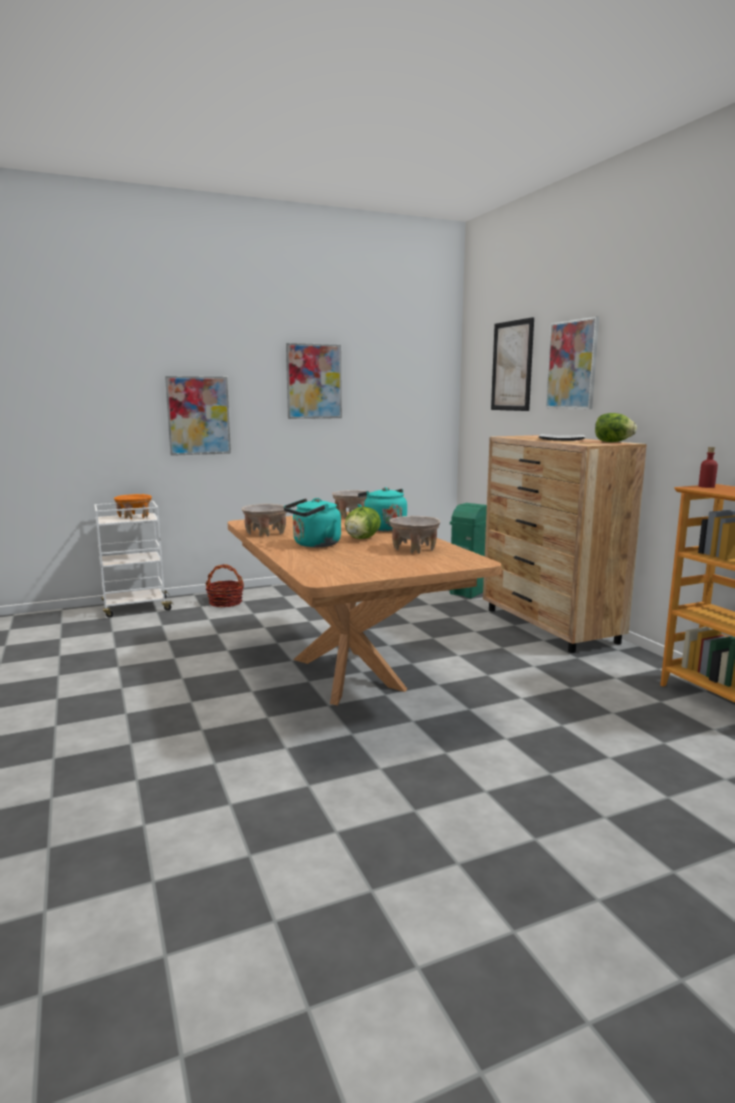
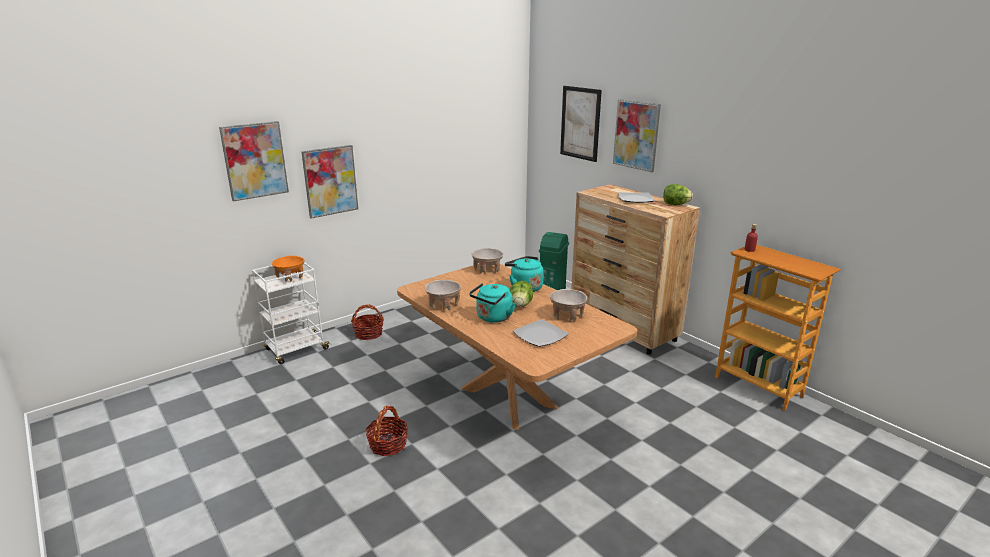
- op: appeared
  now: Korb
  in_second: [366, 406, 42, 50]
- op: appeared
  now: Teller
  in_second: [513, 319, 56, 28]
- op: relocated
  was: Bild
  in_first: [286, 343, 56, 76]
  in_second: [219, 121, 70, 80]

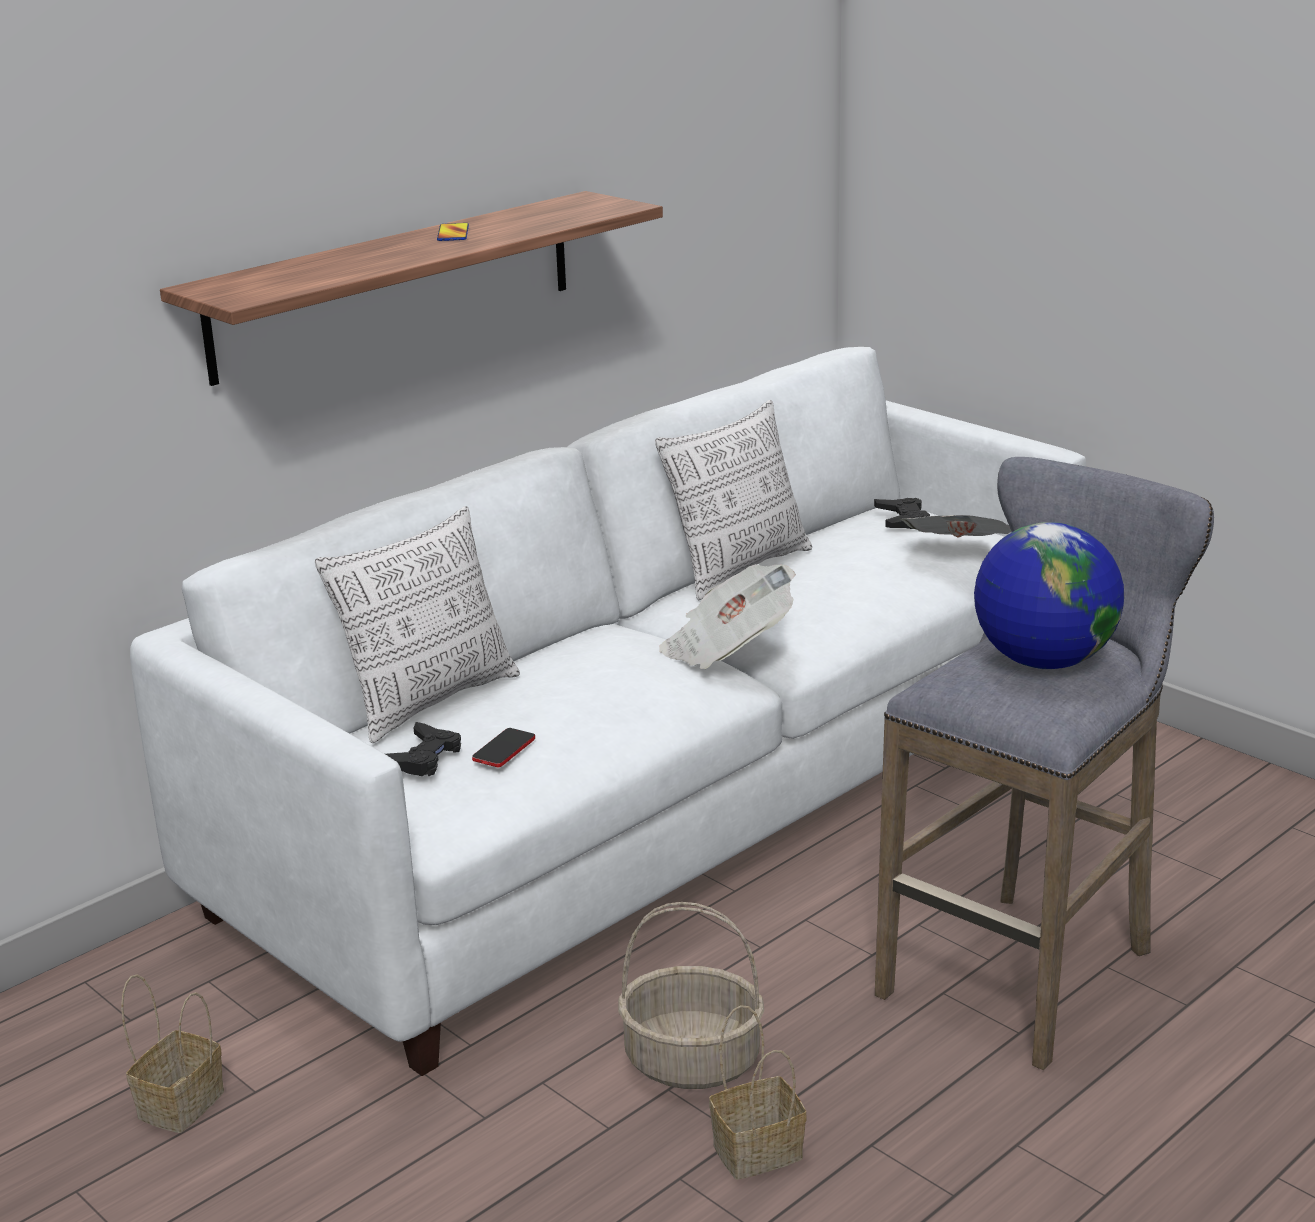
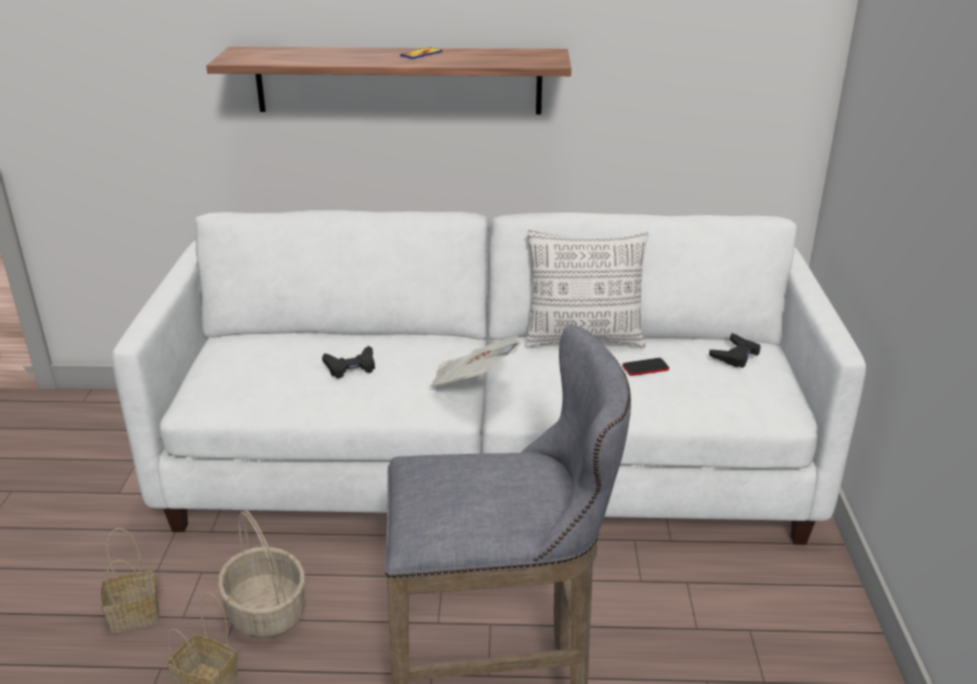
- op: missing
  was: Kissen
  in_first: [315, 506, 205, 237]
- op: missing
  was: Zeitung
  in_first: [900, 515, 112, 23]
- op: missing
  was: Globus
  in_first: [974, 522, 150, 147]
- op: relocated
  was: Korb
  in_first: [121, 974, 103, 159]
  in_second: [100, 528, 60, 105]
- op: relocated
  was: Gamepad/schwarz
  in_first: [386, 722, 75, 54]
  in_second: [322, 346, 53, 32]
- op: relocated
  was: Handy
  in_first: [472, 728, 63, 39]
  in_second: [622, 358, 47, 18]

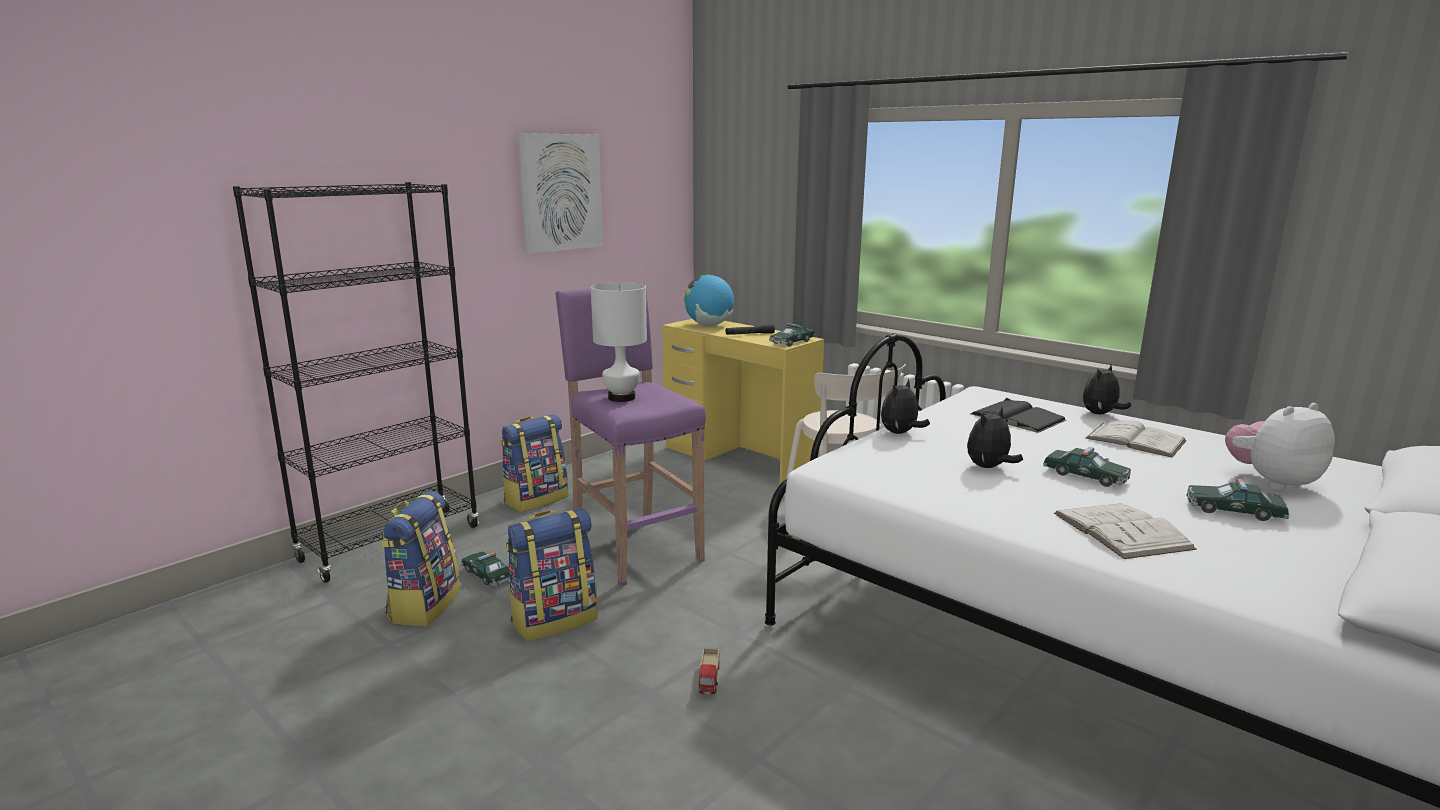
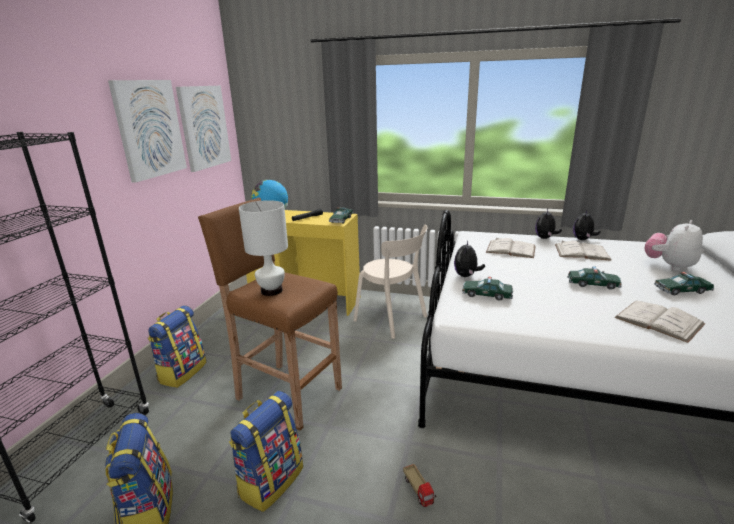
- op: appeared
  now: Bild
  in_second: [176, 86, 55, 86]
- op: relocated
  was: Spielzeugauto
  in_first: [460, 551, 49, 36]
  in_second: [462, 276, 51, 25]
- op: relocated
  was: Plüschtier
  in_first: [967, 408, 56, 60]
  in_second: [573, 210, 28, 30]
- op: colour
  was: Hocker/lila
  now: Hocker/braun
  in_first: [555, 283, 151, 304]
  in_second: [198, 198, 144, 232]
- op: colour
  was: Buch/schwarz
  now: Buch/weiß
  in_first: [970, 398, 96, 35]
  in_second: [486, 237, 50, 21]

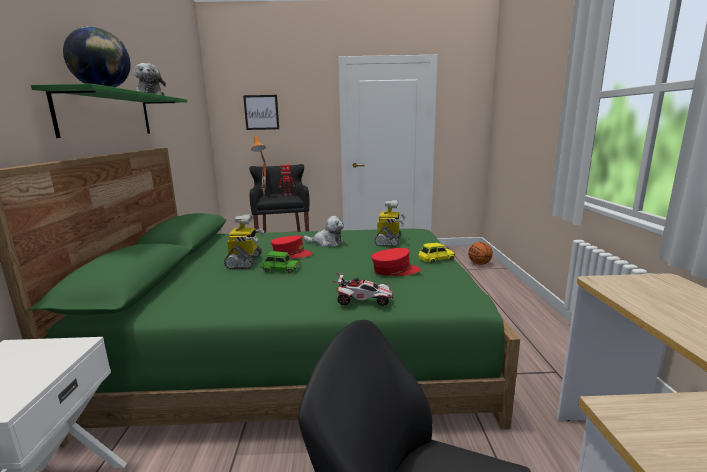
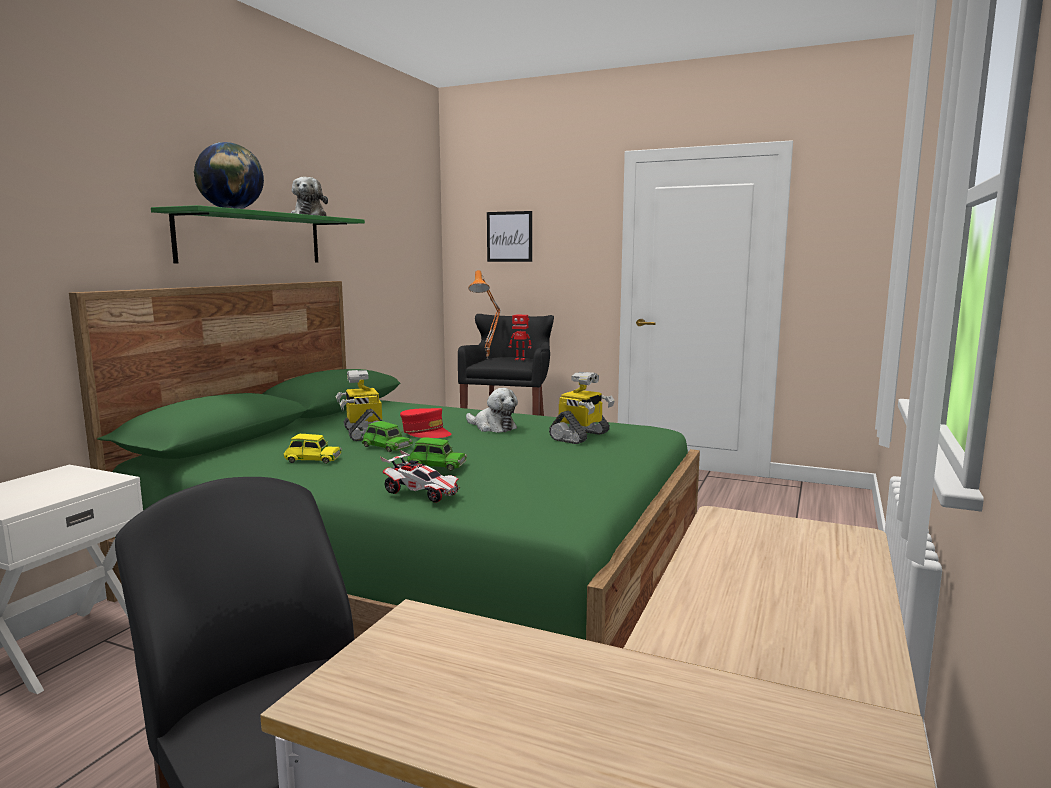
- op: missing
  was: Kappe/rot
  in_first: [371, 248, 50, 28]
- op: missing
  was: Basketball
  in_first: [468, 242, 25, 23]
- op: appeared
  now: Spielzeugauto/grün
  in_second: [407, 437, 60, 34]
- op: relocated
  was: Spielzeugauto/gelb
  in_first: [418, 243, 37, 20]
  in_second: [284, 434, 58, 30]
- op: spun
  was: Spielzeugroboter
  in_first: [224, 214, 40, 55]
  in_second: [336, 370, 46, 71]
  clockwise: 135

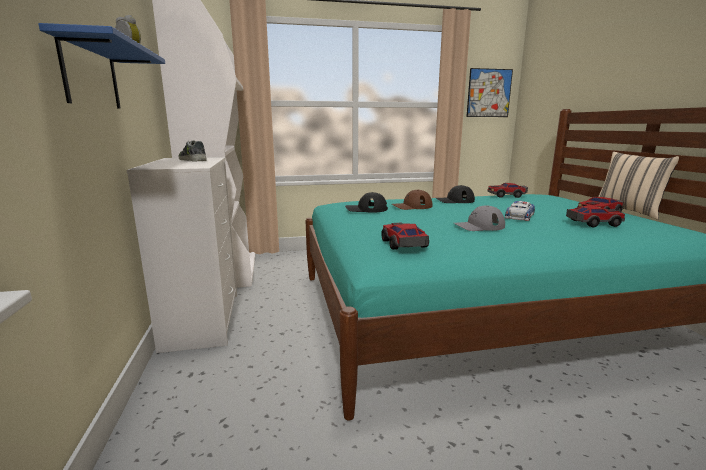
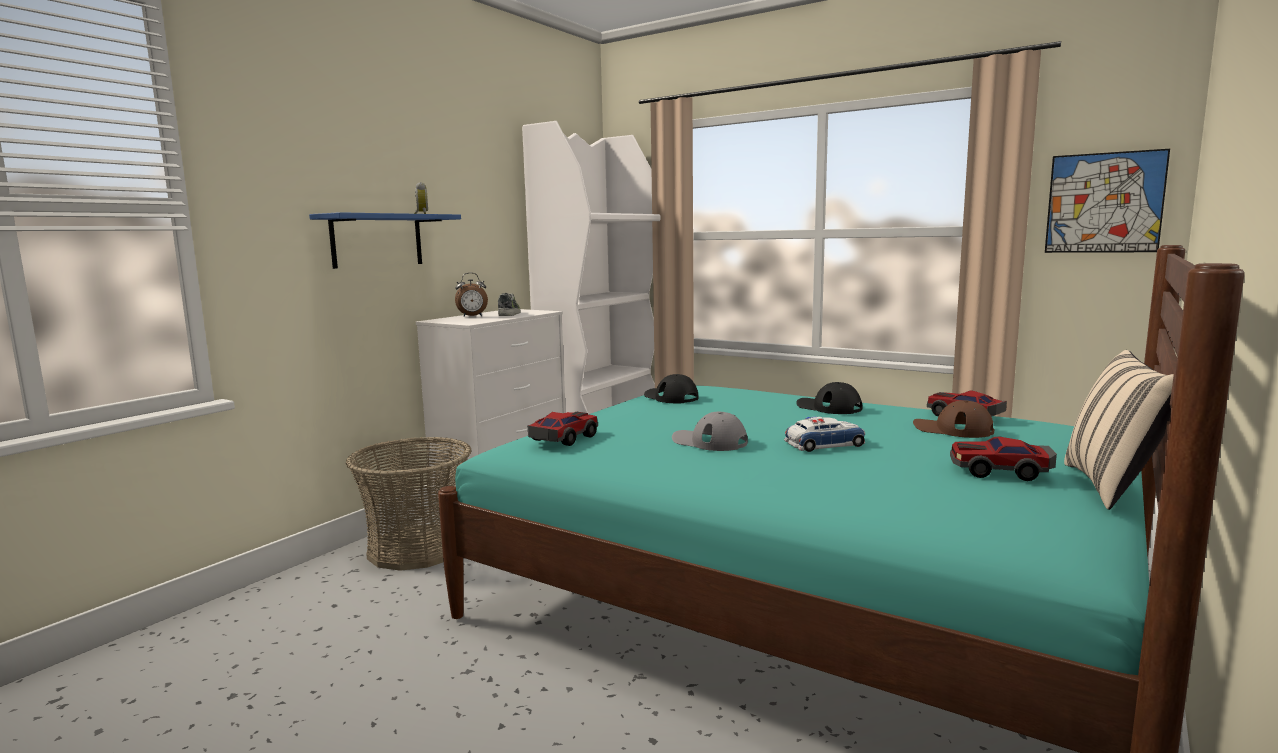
- op: missing
  was: Spielzeugauto
  in_first: [566, 205, 59, 22]
- op: appeared
  now: Korb
  in_second: [346, 437, 126, 134]
- op: appeared
  now: Wecker
  in_second: [455, 273, 33, 44]
- op: relocated
  was: Kappe/braun
  in_first: [392, 190, 41, 20]
  in_second: [913, 400, 81, 38]

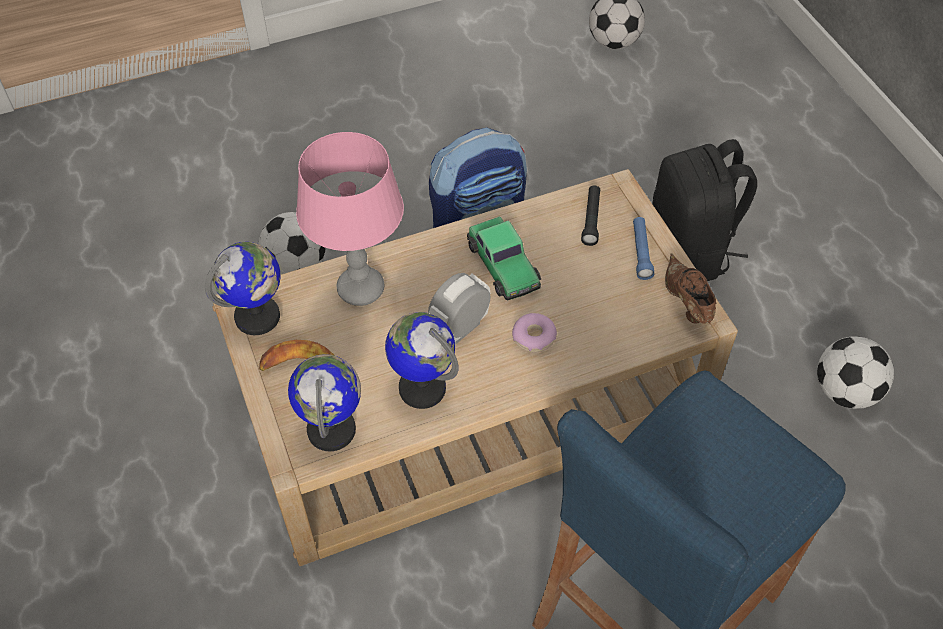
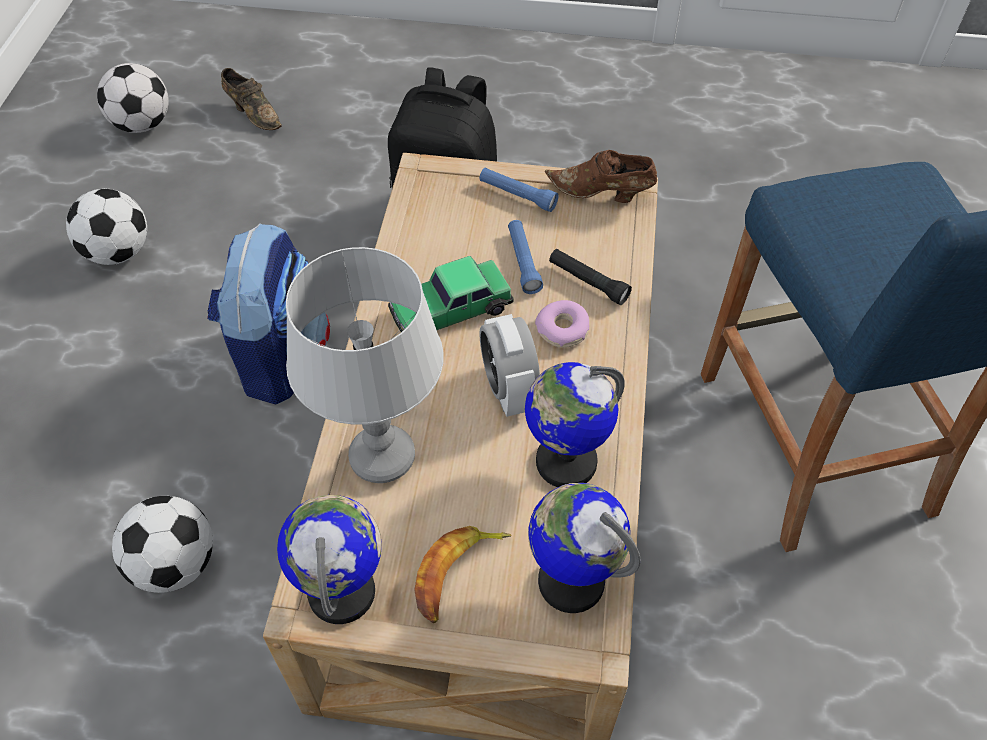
- op: appeared
  now: Schuh/braun
  in_second: [221, 68, 61, 62]
- op: appeared
  now: Taschenlampe/blau
  in_second: [508, 220, 35, 74]
- op: relocated
  was: Taschenlampe/schwarz
  in_first: [581, 186, 19, 60]
  in_second: [549, 249, 83, 56]
- op: relocated
  was: Fußball
  in_first: [817, 336, 77, 73]
  in_second: [66, 189, 81, 76]
- op: colour
  was: Tischlampe/rosa
  now: Tischlampe/grau
  in_first: [296, 132, 108, 174]
  in_second: [286, 247, 158, 236]
- op: spun
  was: Spielzeugauto
  in_first: [467, 217, 74, 83]
  in_second: [388, 256, 125, 76]
  clockwise: 150

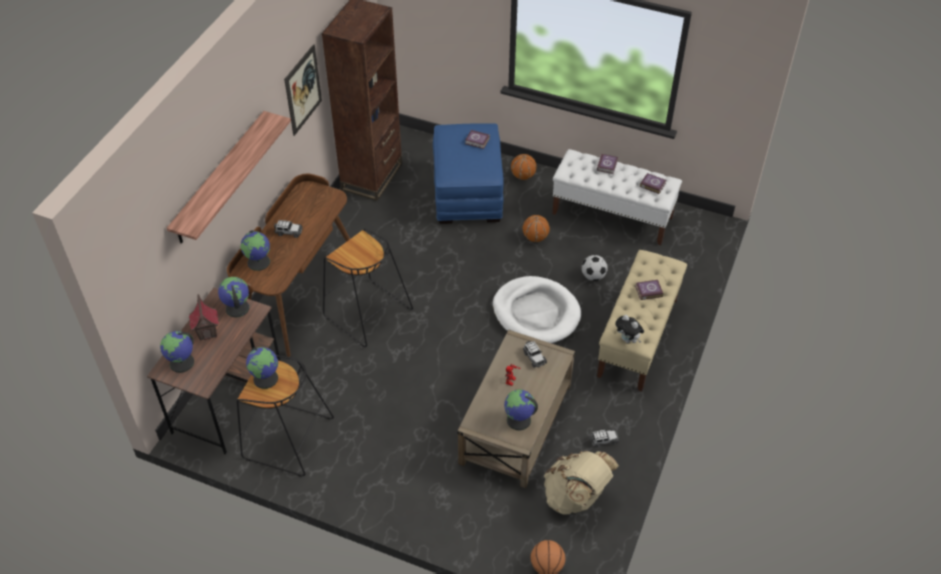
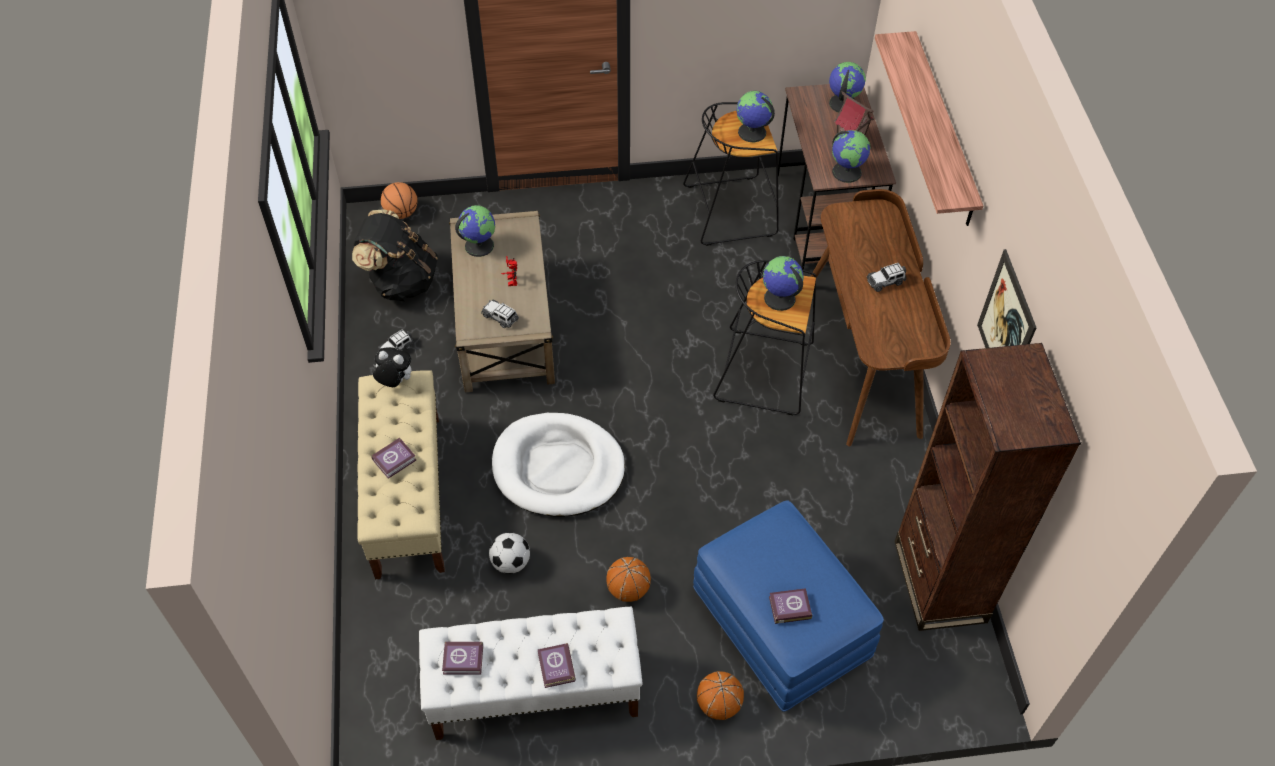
- op: relocated
  was: Globus
  in_first: [240, 230, 30, 41]
  in_second: [763, 256, 41, 55]
- op: colour
  was: Rucksack/beige
  now: Rucksack/schwarz
  in_first: [544, 451, 75, 64]
  in_second: [352, 210, 86, 91]

